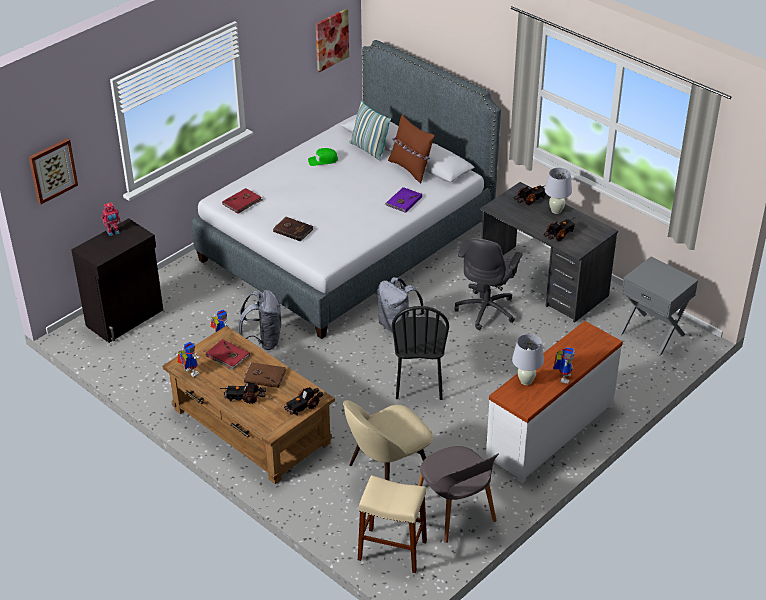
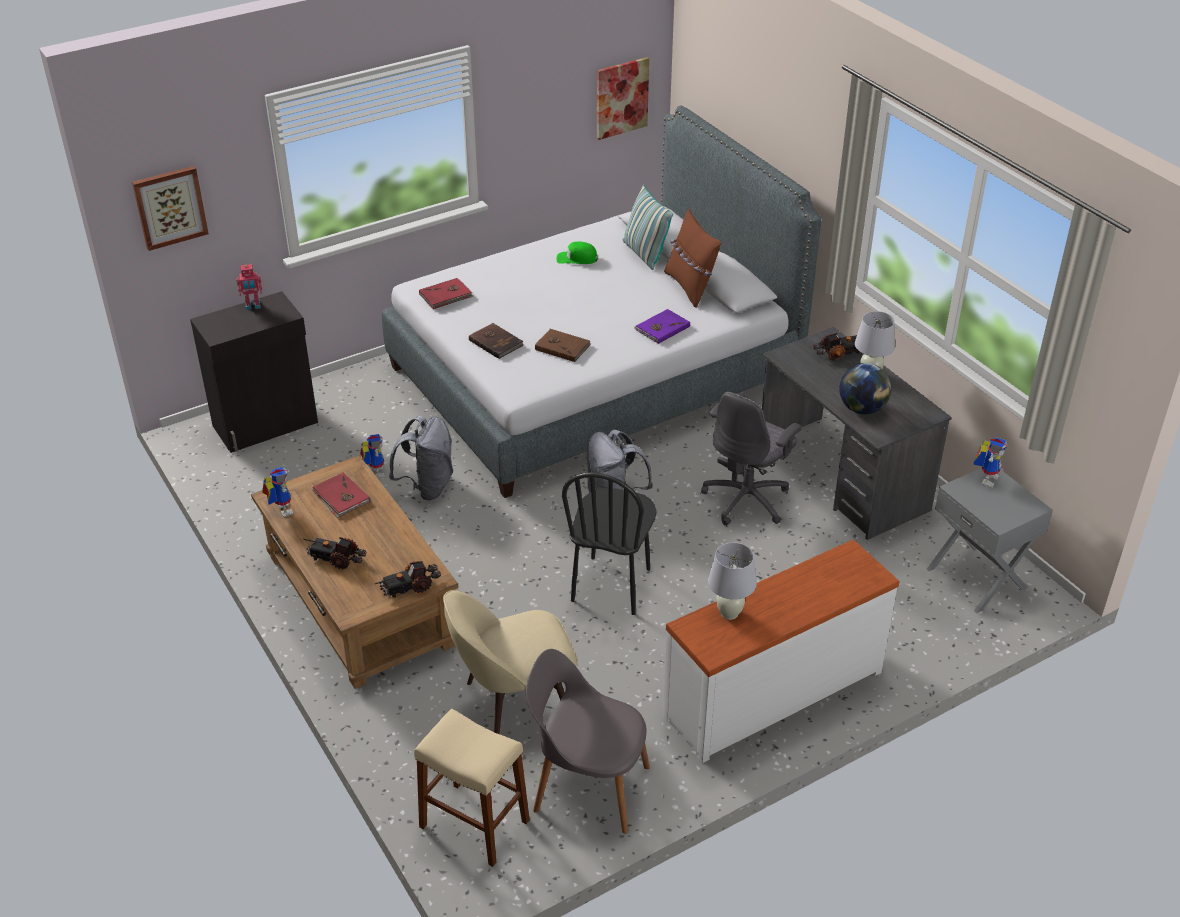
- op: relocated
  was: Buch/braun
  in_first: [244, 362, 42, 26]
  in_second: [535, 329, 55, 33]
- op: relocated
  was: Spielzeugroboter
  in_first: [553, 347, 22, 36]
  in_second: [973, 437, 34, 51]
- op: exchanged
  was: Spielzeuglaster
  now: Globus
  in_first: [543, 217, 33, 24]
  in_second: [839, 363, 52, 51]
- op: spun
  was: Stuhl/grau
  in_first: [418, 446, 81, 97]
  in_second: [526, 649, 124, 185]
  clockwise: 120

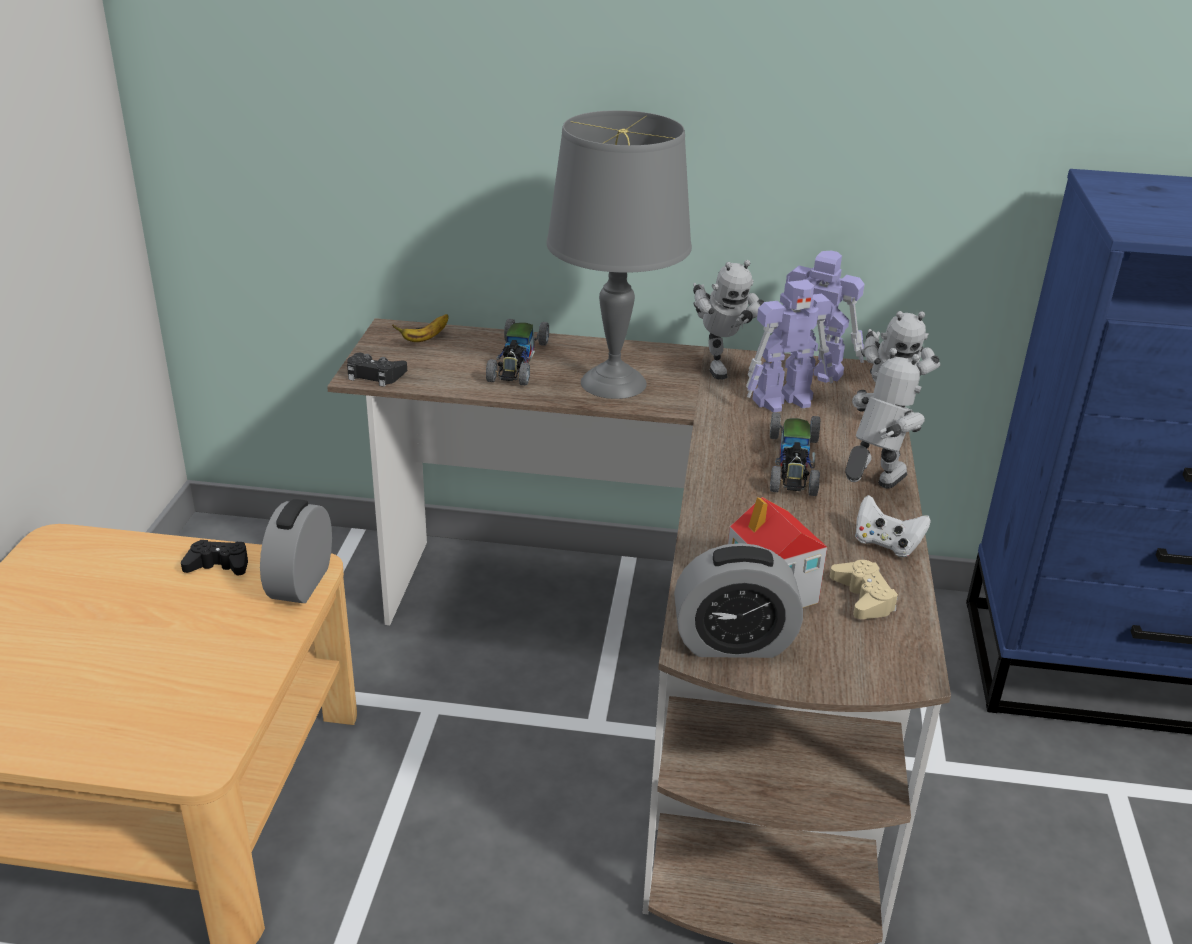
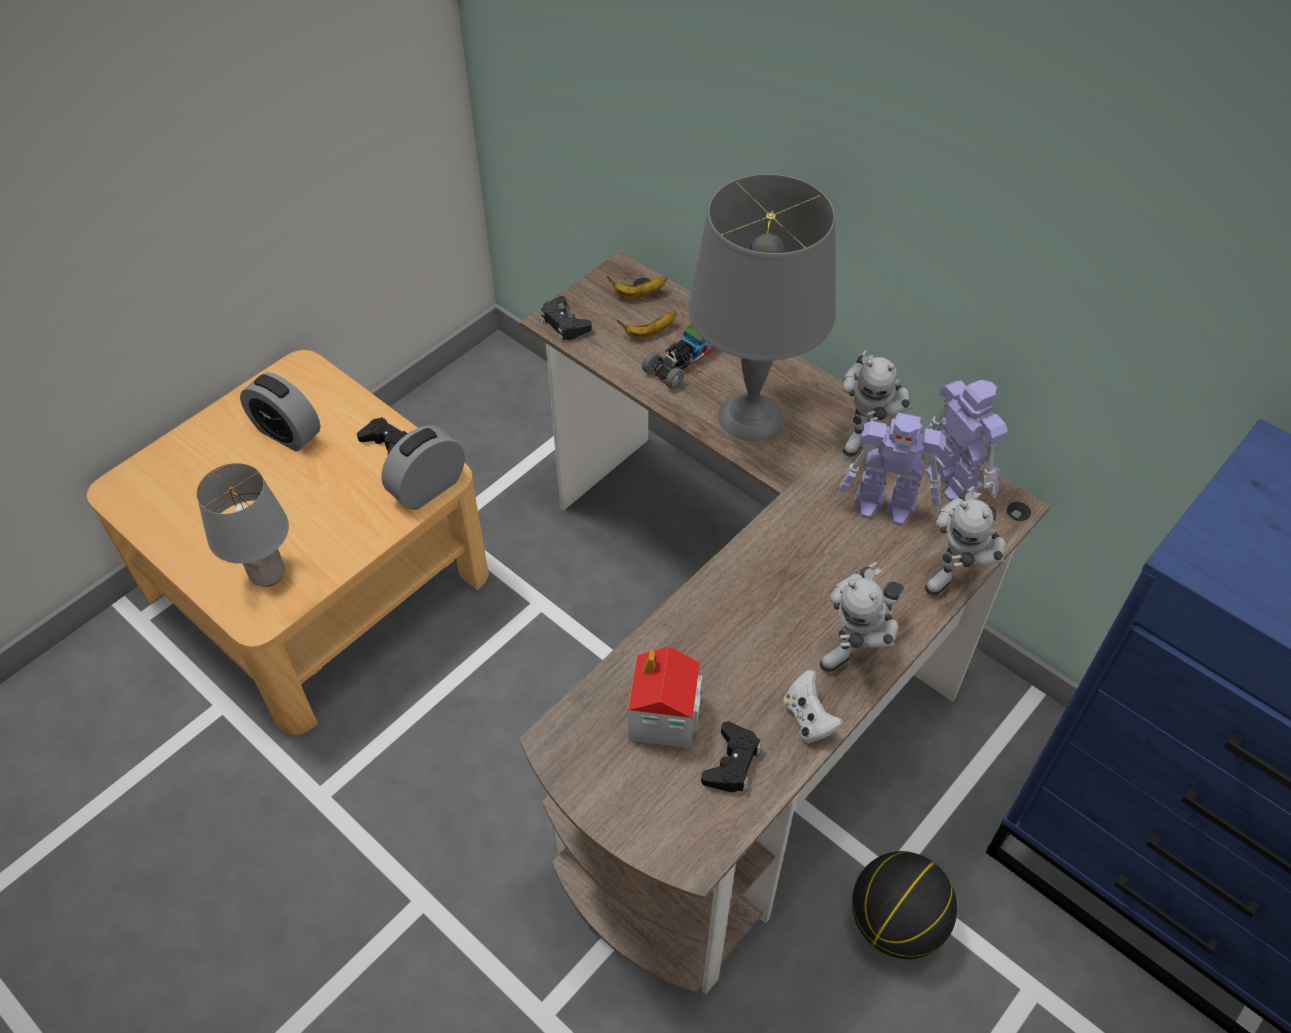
- op: missing
  was: Spielzeugauto
  in_first: [770, 412, 50, 84]
- op: appeared
  now: Tischlampe/grau
  in_second: [197, 463, 92, 124]
- op: appeared
  now: Banane
  in_second: [617, 311, 60, 28]
- op: appeared
  now: Basketball
  in_second: [852, 851, 105, 108]
- op: relocated
  was: Wecker
  in_first: [674, 543, 129, 115]
  in_second: [240, 372, 81, 79]
- op: colour
  was: Gamepad/beige
  now: Gamepad/schwarz
  in_first: [830, 560, 68, 59]
  in_second: [701, 721, 60, 71]
- op: spun
  was: Spielzeugroboter
  in_first: [845, 348, 80, 140]
  in_second: [820, 562, 84, 110]
  clockwise: 150

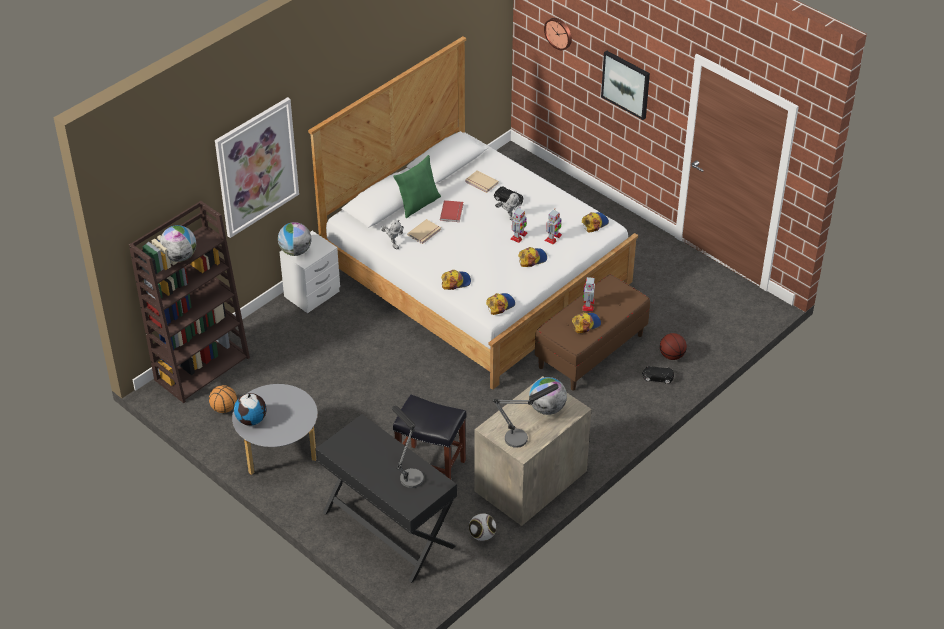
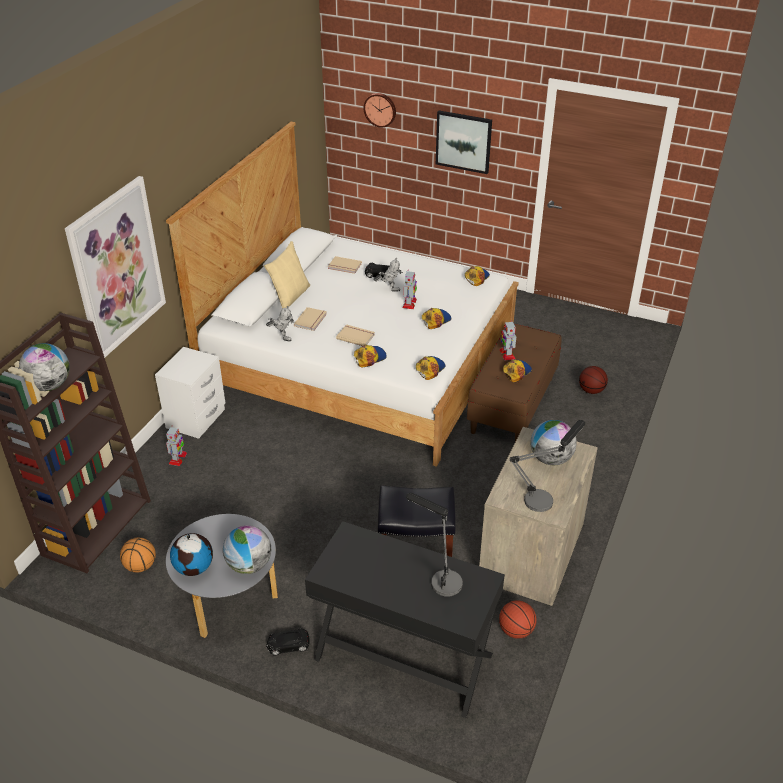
- op: missing
  was: Buch/rot
  in_first: [440, 200, 23, 22]
- op: appeared
  now: Buch/beige
  in_second: [336, 324, 39, 22]
- op: relocated
  was: Globus
  in_first: [278, 222, 33, 34]
  in_second: [223, 525, 48, 49]
- op: relocated
  was: Spielzeugroboter
  in_first: [545, 210, 17, 34]
  in_second: [166, 426, 21, 40]
- op: relocated
  was: Spielzeugauto/schwarz
  in_first: [642, 366, 32, 18]
  in_second: [266, 628, 44, 28]
- op: exchanged
  was: Fußball
  now: Basketball
  in_first: [469, 513, 27, 28]
  in_second: [499, 600, 38, 39]
- op: colour
  was: Kissen/grün
  now: Kissen/beige
  in_first: [393, 155, 48, 63]
  in_second: [264, 241, 46, 68]

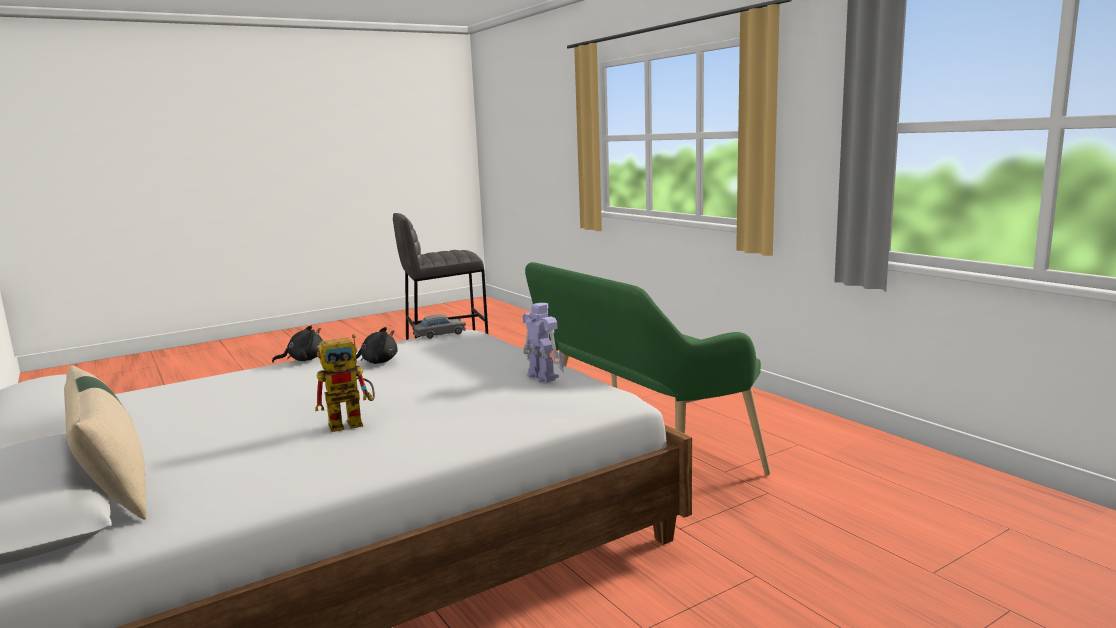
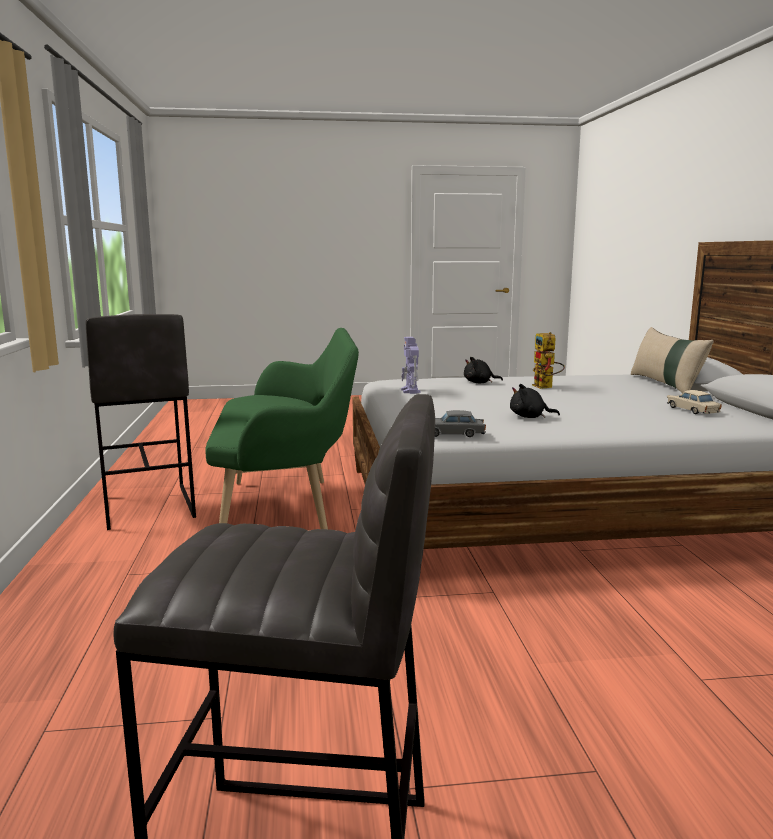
- op: appeared
  now: Hocker/grau
  in_second: [86, 314, 110, 216]
- op: appeared
  now: Spielzeugauto/beige
  in_second: [667, 390, 55, 24]
- op: relocated
  was: Plüschtier/schwarz
  in_first: [272, 325, 51, 37]
  in_second: [464, 357, 39, 26]
- op: spun
  was: Spielzeugroboter
  in_first: [315, 334, 60, 98]
  in_second: [532, 332, 33, 57]
  clockwise: -105

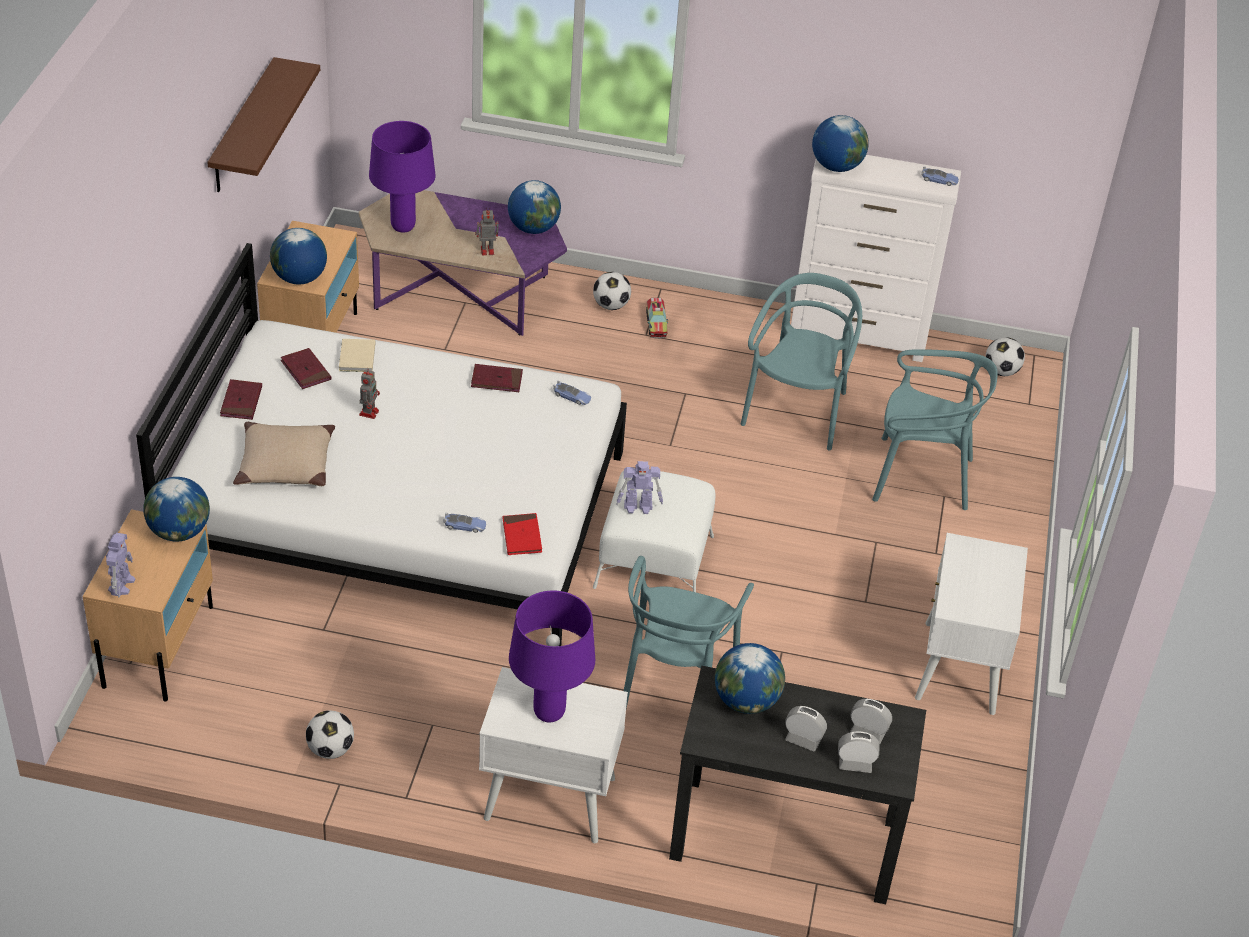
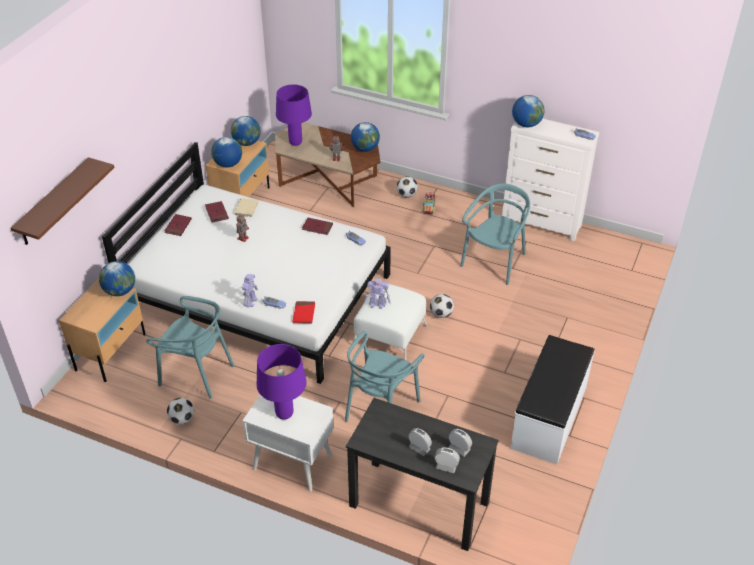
- op: missing
  was: Kissen/beige
  in_first: [233, 422, 102, 64]
- op: relocated
  was: Spielzeugroboter
  in_first: [106, 533, 30, 65]
  in_second: [242, 274, 16, 34]
- op: relocated
  was: Wandregal/braun
  in_first: [207, 57, 113, 135]
  in_second: [11, 157, 104, 88]
- op: relocated
  was: Globus
  in_first: [715, 643, 70, 71]
  in_second: [231, 116, 30, 30]
- op: relocated
  was: Stuhl/türkis
  in_first: [872, 349, 126, 161]
  in_second: [146, 296, 88, 103]
- op: relocated
  was: Fußball
  in_first: [986, 337, 39, 39]
  in_second: [430, 294, 24, 24]
- op: exchanged
  was: Nachttisch/weiß
  now: Bank/weiß
  in_first: [915, 533, 113, 182]
  in_second: [510, 335, 85, 130]
- op: colour
  was: Couchtisch/lila
  now: Couchtisch/braun
  in_first: [359, 190, 208, 146]
  in_second: [275, 122, 105, 85]

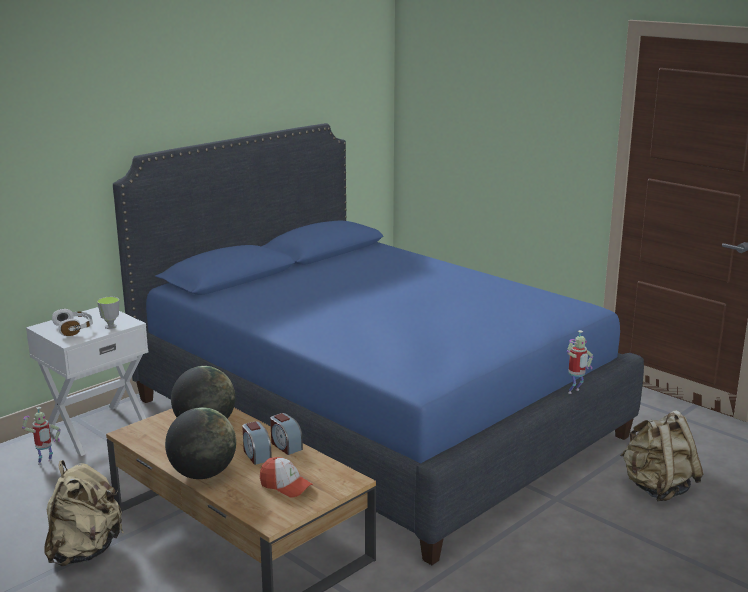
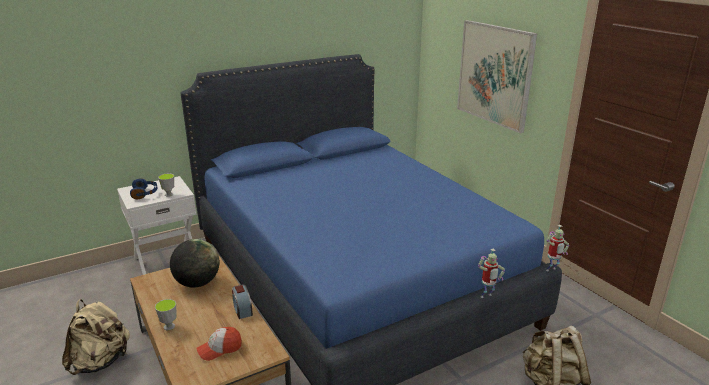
- op: missing
  was: Wecker
  in_first: [242, 421, 30, 44]
- op: appeared
  now: Bild
  in_second: [457, 20, 80, 113]
- op: relocated
  was: Spielzeugroboter
  in_first: [22, 407, 39, 58]
  in_second: [546, 225, 23, 46]
- op: exchanged
  was: Globus
  now: Tasse
  in_first: [165, 407, 71, 72]
  in_second: [155, 299, 21, 31]
- op: colour
  was: Kopfhörer/weiß
  now: Kopfhörer/blau
  in_first: [52, 309, 41, 27]
  in_second: [130, 179, 28, 20]
- op: spun
  was: Kappe
  in_first: [260, 457, 53, 41]
  in_second: [196, 327, 46, 34]
  clockwise: 105

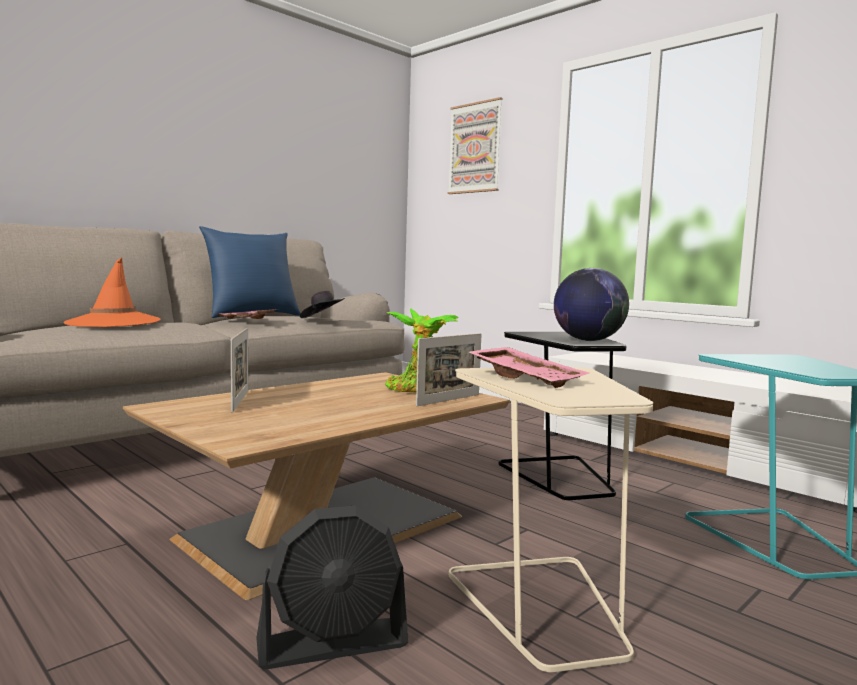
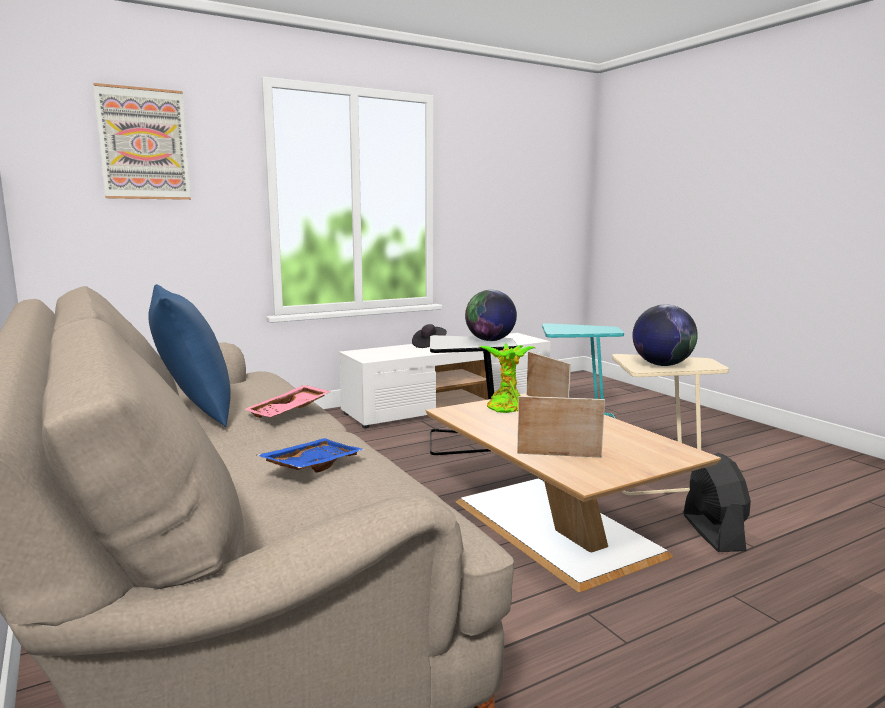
- op: relocated
  was: Hut/schwarz
  in_first: [300, 291, 45, 27]
  in_second: [412, 324, 35, 24]
- op: exchanged
  was: Hut/orange
  now: Tablett/blau
  in_first: [63, 257, 98, 70]
  in_second: [257, 438, 108, 35]
- op: exchanged
  was: Tablett/rosa
  now: Globus
  in_first: [469, 347, 120, 41]
  in_second: [632, 304, 66, 62]

